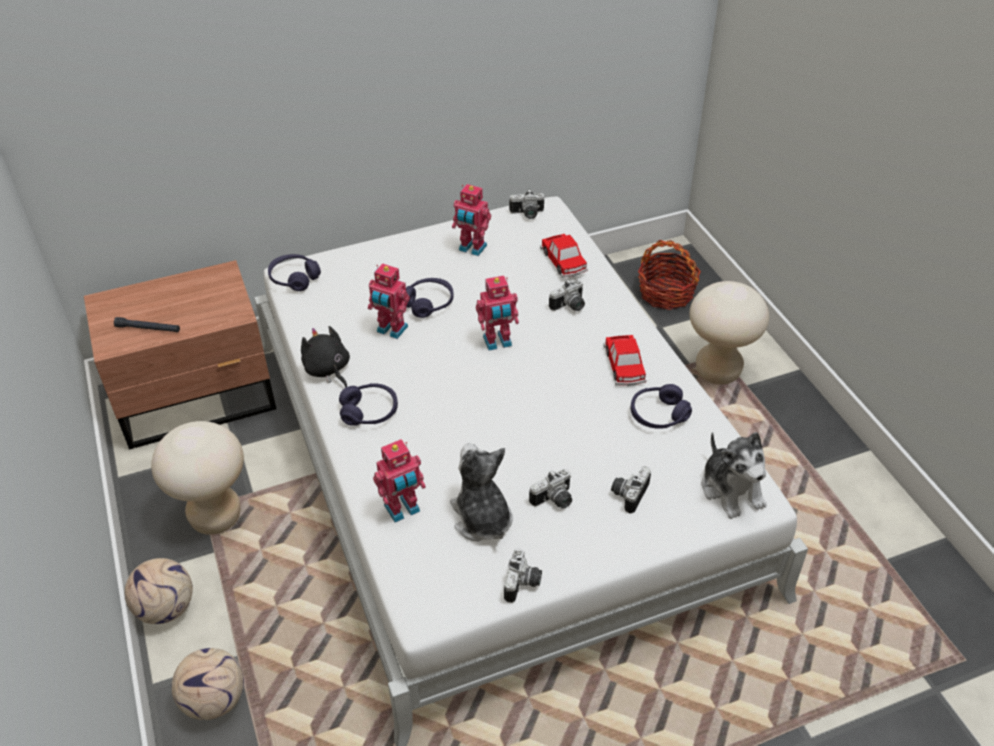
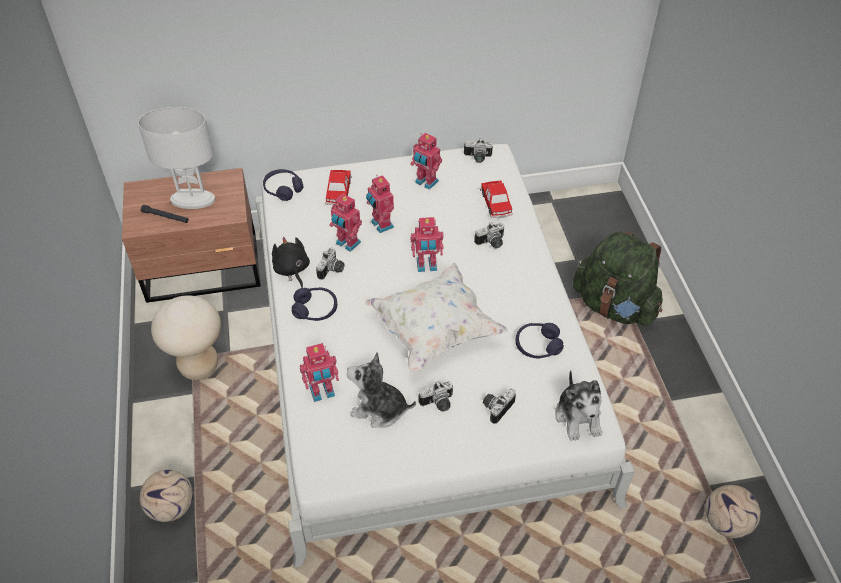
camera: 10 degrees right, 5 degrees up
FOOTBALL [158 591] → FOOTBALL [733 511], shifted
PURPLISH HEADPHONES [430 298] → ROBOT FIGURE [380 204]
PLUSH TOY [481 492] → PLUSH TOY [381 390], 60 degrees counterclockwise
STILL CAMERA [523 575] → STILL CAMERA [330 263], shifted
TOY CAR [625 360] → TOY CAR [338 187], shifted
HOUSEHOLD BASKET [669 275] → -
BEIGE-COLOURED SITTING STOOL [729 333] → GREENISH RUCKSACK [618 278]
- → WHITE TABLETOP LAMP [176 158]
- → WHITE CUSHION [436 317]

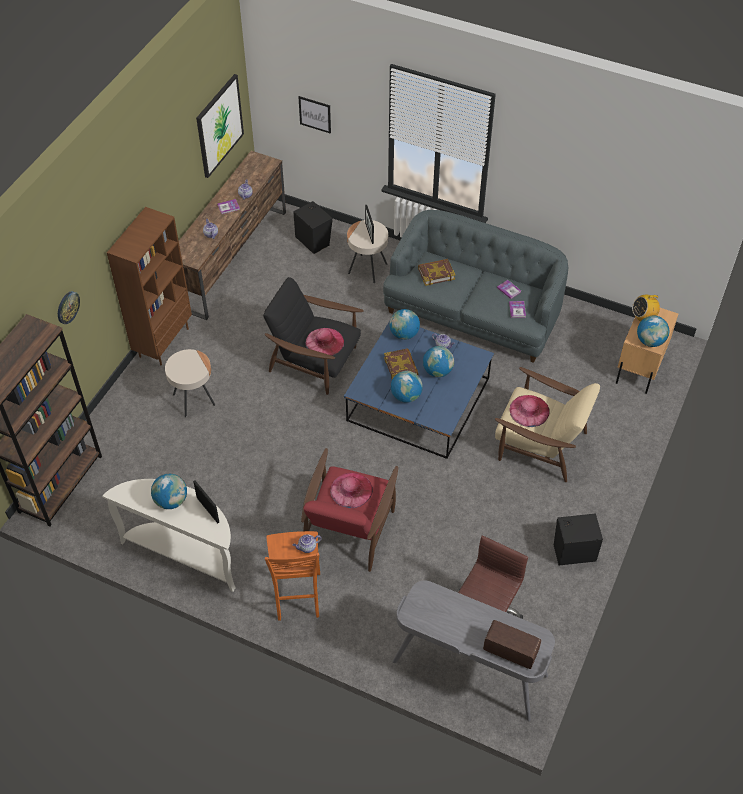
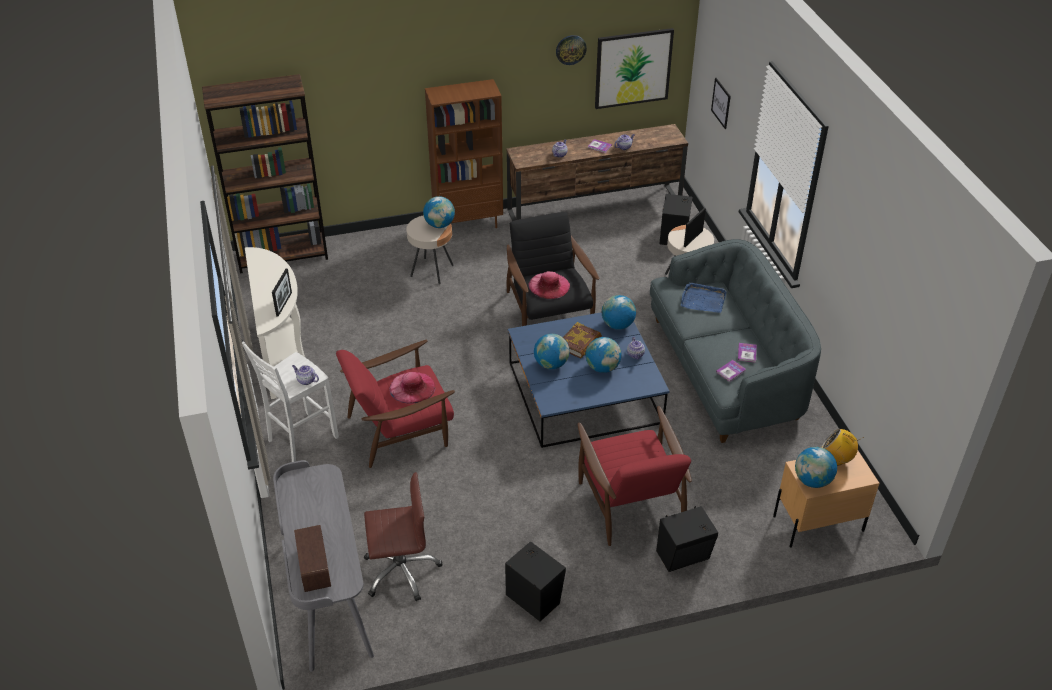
camera: 50 degrees right, 10 degrees down
HANGING CLOCK [69 307] → HANGING CLOCK [571 50], shifted
WORLD GLOBE [169 491] → WORLD GLOBE [439 212], shifted
ORANGE-COLOURED SITTING STOOL [292 576] → WHITE SITTING STOOL [290 401]
BOOK [436 272] → BLUISH TRAY [704 297]
BEIGE-COLOURED LOUNGE CHAIR [547 424] → REDDISH LOUNGE CHAIR [635 476]
PINKISH WEARABLE HAT [530 411] → -
- → BLACK AUDIO SPEAKER [687 539]

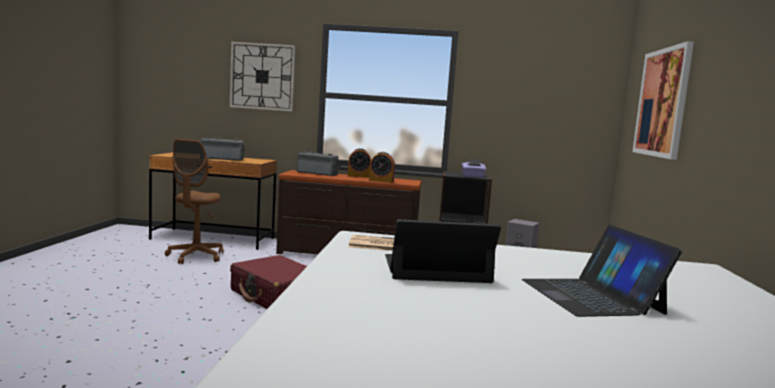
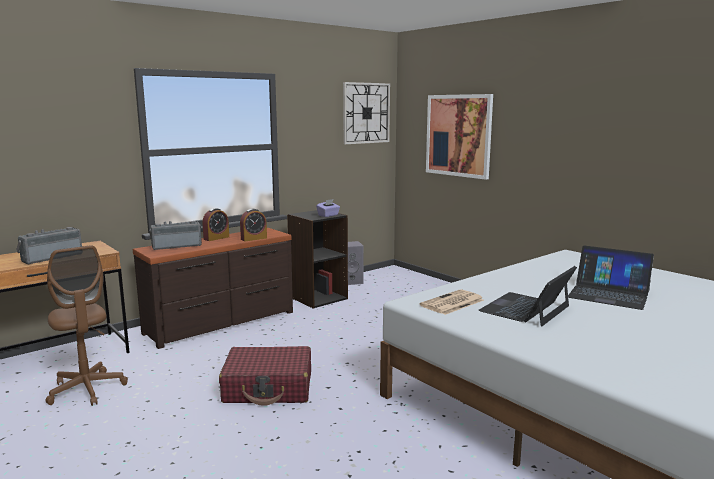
camera: 45 degrees left, 5 degrees up
HANGING CLOCK [262 77] → HANGING CLOCK [366 113], shifted

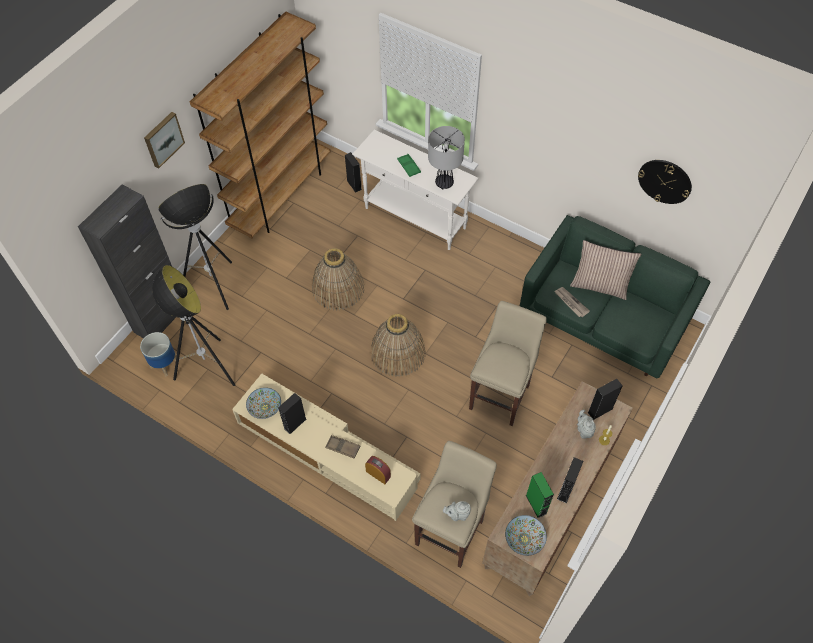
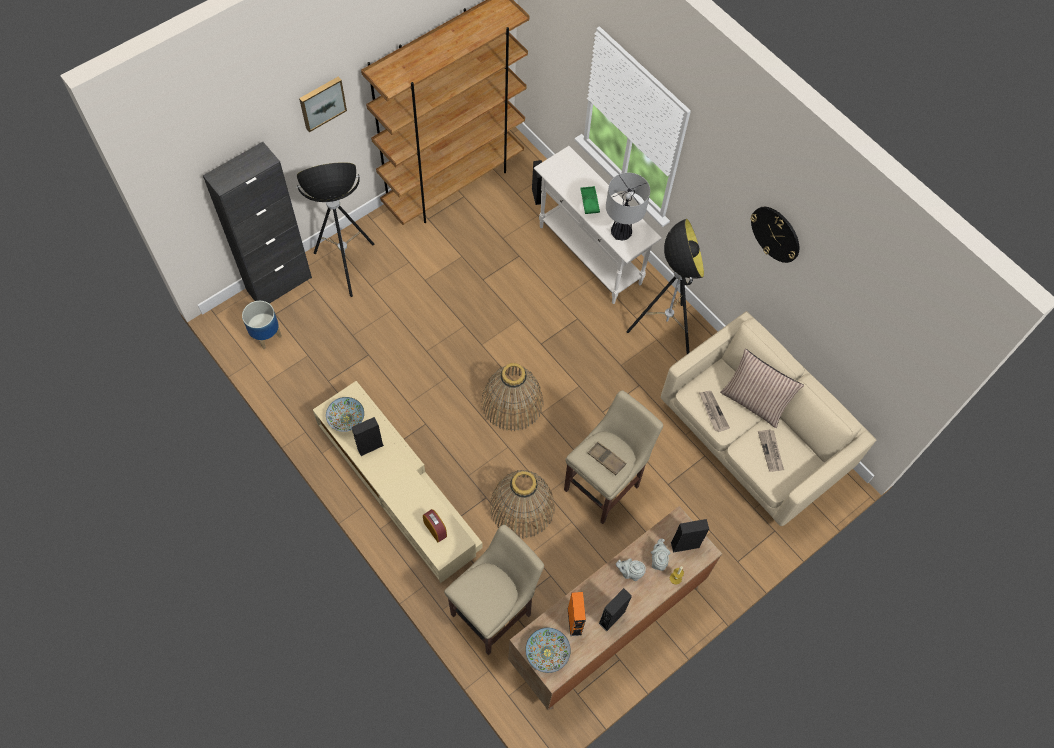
camera: 15 degrees right, 5 degrees up
STANDARD LAMP [194 325] → STANDARD LAMP [665 286], shifted
HOUSEHOLD BASKET [338 279] → HOUSEHOLD BASKET [522 504], shifted
BROWN TRAY [343 447] → BROWN TRAY [607 458], shifted
GRAY TEAPOT [457 511] → GRAY TEAPOT [631 569], shifted
GREENISH SOFA [615 297] → BEIGE-COLOURED SOFA [769 418]
GREENISH AUDIO SPEAKER [540 495] → ORANGE-COLOURED AUDIO SPEAKER [577 614]
HANGING CLOCK [665 182] → HANGING CLOCK [774 235], shifted
- → PRINTED PAPER [771 450]

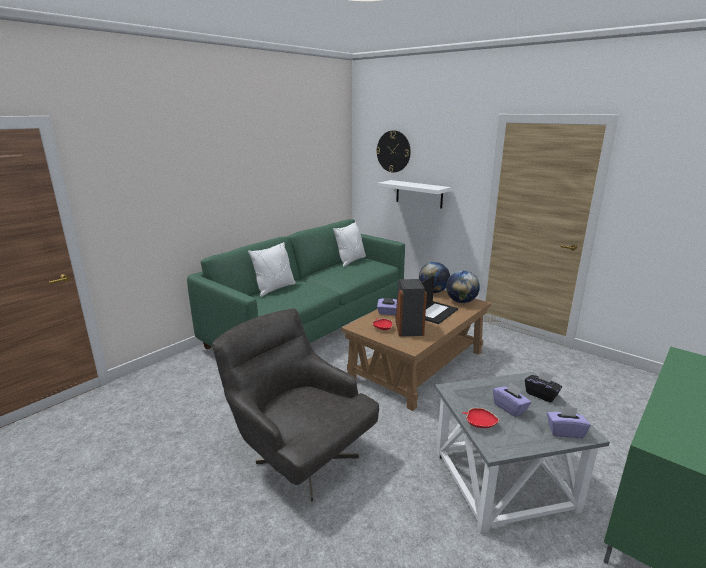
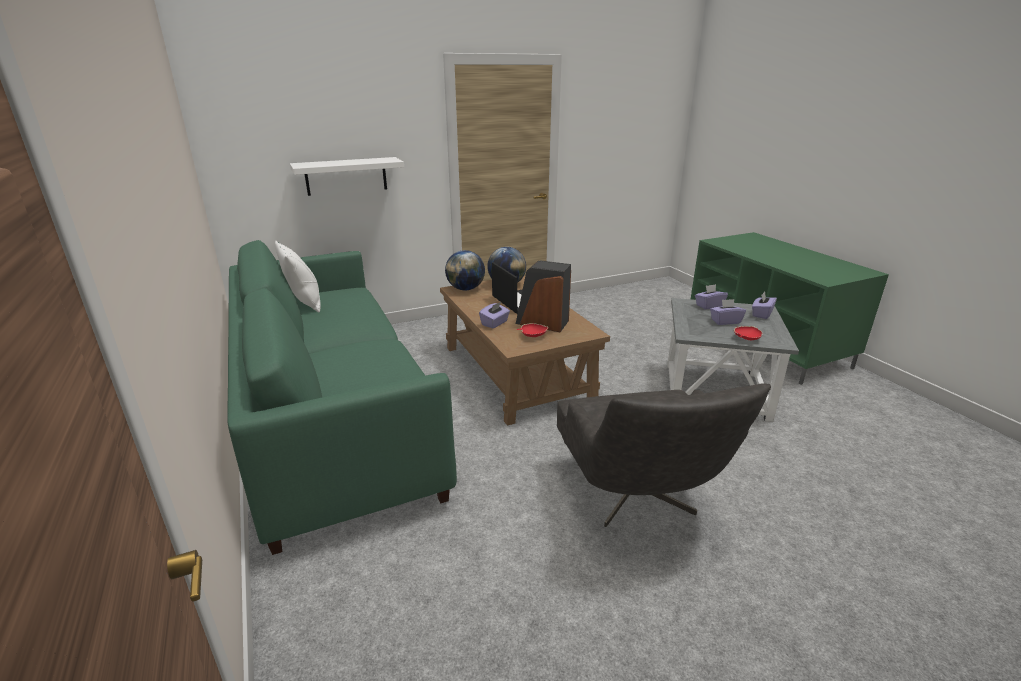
camera: 65 degrees left, 5 degrees up
GRAY LOUNGE CHAIR [295 404] → GRAY LOUNGE CHAIR [664 455], 75 degrees counterclockwise
WHITE CUSHION [272 269] → -
HANGING CLOCK [393 151] → -
BLACK BOX OF TISSUES [543 386] → PURPLISH BOX OF TISSUES [711 296]

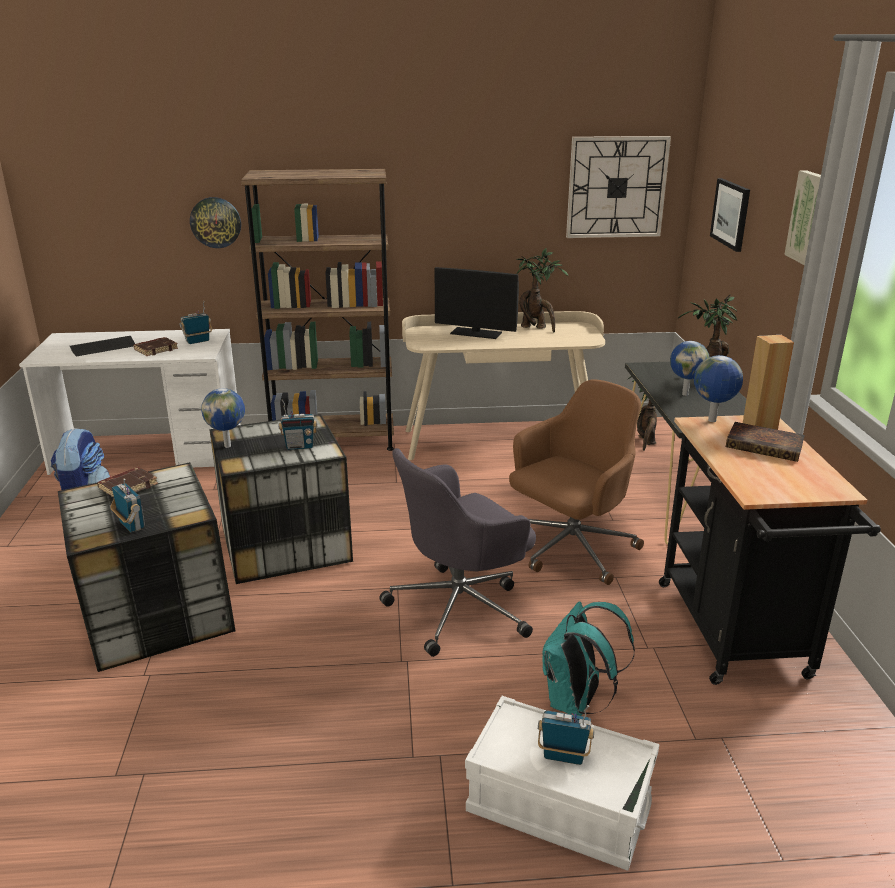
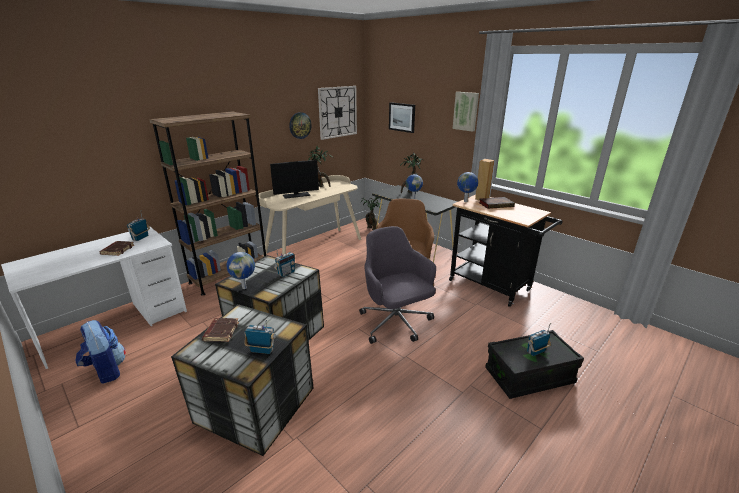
camera: 40 degrees left, 0 degrees up
KEYBOARD [102 346] → -
HANGING CLOCK [215 222] → HANGING CLOCK [300 125], shifted
GRAY COMPUTER CHAIR [457 552] → GRAY COMPUTER CHAIR [397 285], 135 degrees clockwise
WHITE STORAGE CONTAINER [562 783] → BLACK STORAGE CONTAINER [534 364]
BLUE-GREEN RUCKSACK [589 658] → -

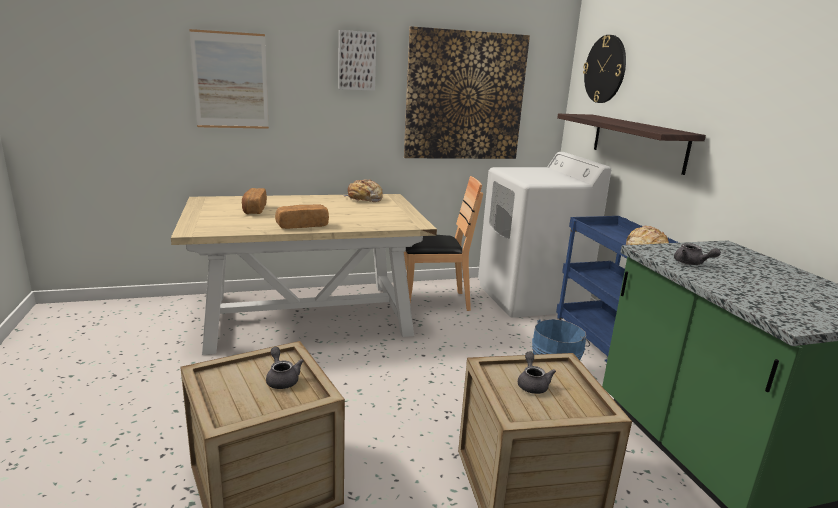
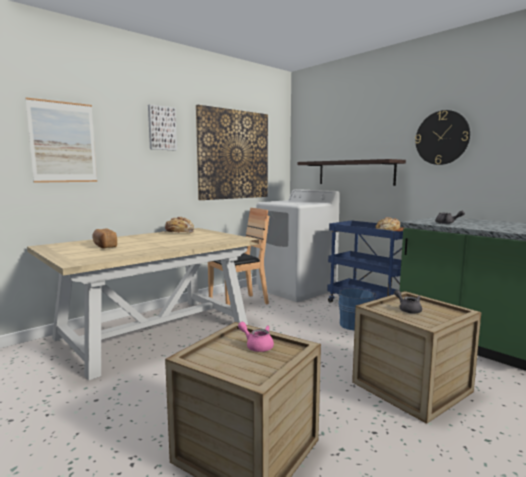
camera: 25 degrees left, 10 degrees down
GRAY TEAPOT [285 368] → PINKISH TEAPOT [256 337]
BAKERY BREAD [302 216] → -
HANGING CLOCK [604 69] → HANGING CLOCK [442 137], shifted

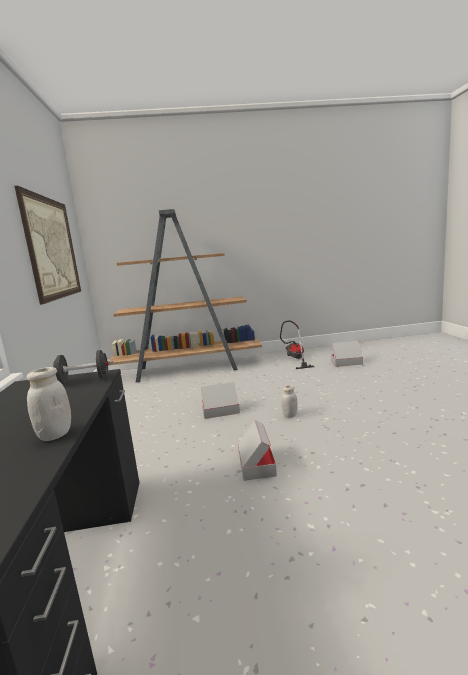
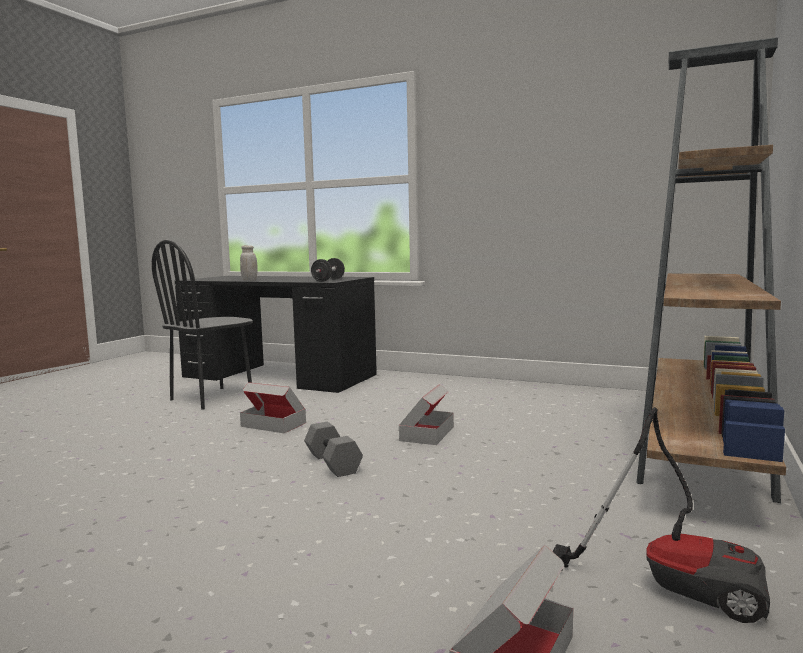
camera: 120 degrees right, 5 degrees down
WALL PICTURE [48 245] → -
WHITE JAR [290 401] → GRAY HAND WEIGHT [333 449]
- → BLACK PLAIN CHAIR [202 324]

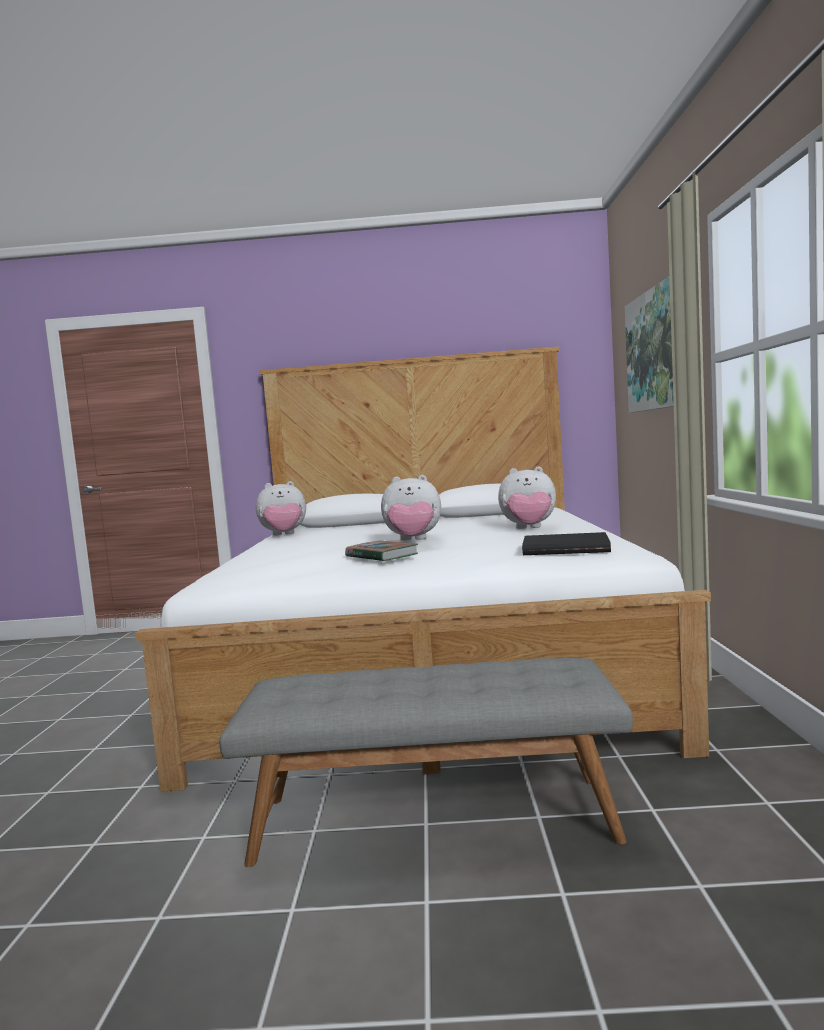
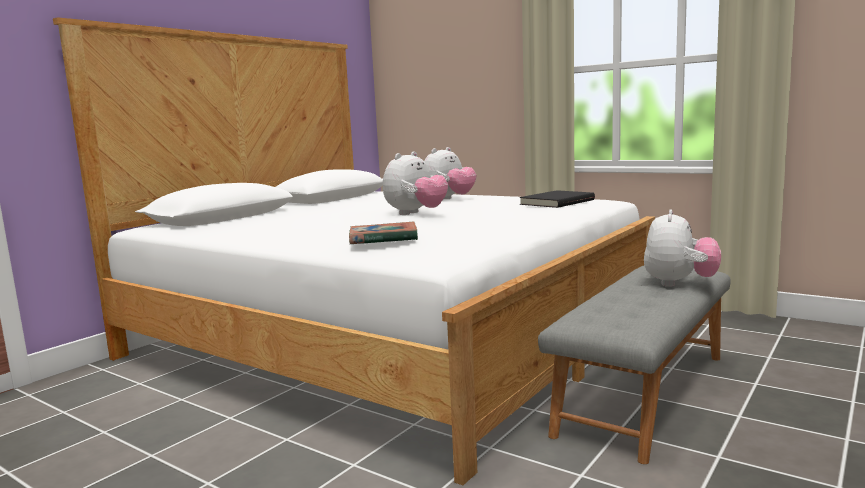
camera: 55 degrees left, 5 degrees up
PLUSH TOY [281 508] → PLUSH TOY [682 248], shifted
BOOK [381 551] → BOOK [383 232], shifted
WALL PICTURE [649 345] → -

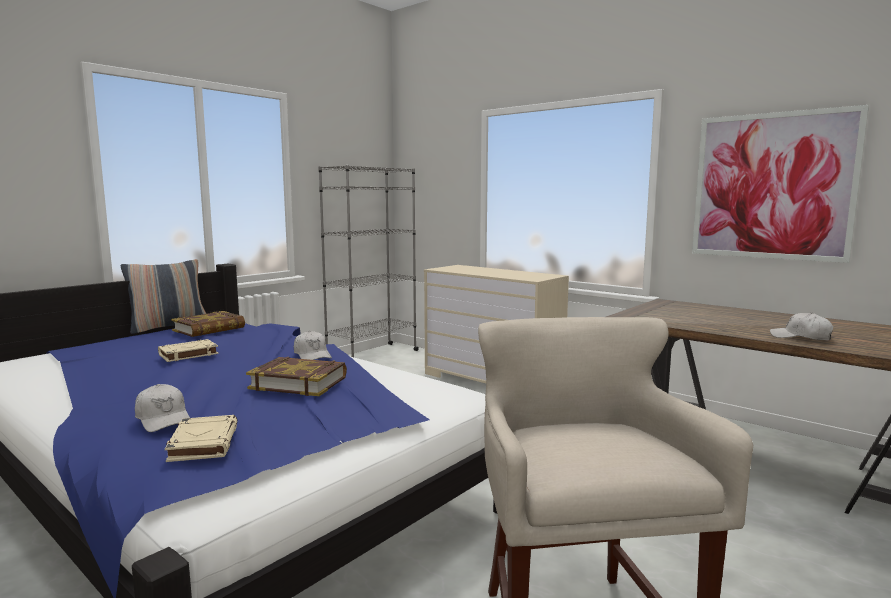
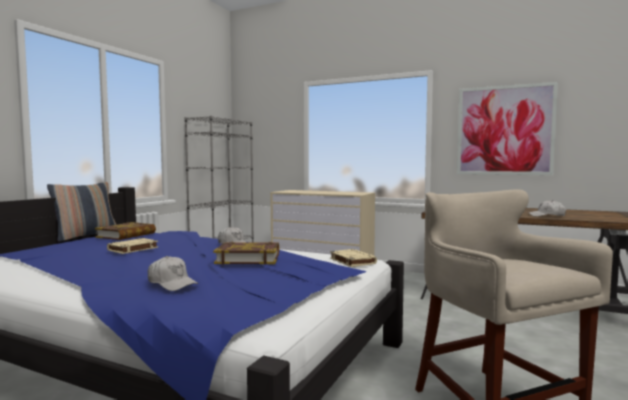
camera: 15 degrees left, 5 degrees down
BEIGE-COLOURED BOOK [201 438] → BEIGE-COLOURED BOOK [353 258], shifted

